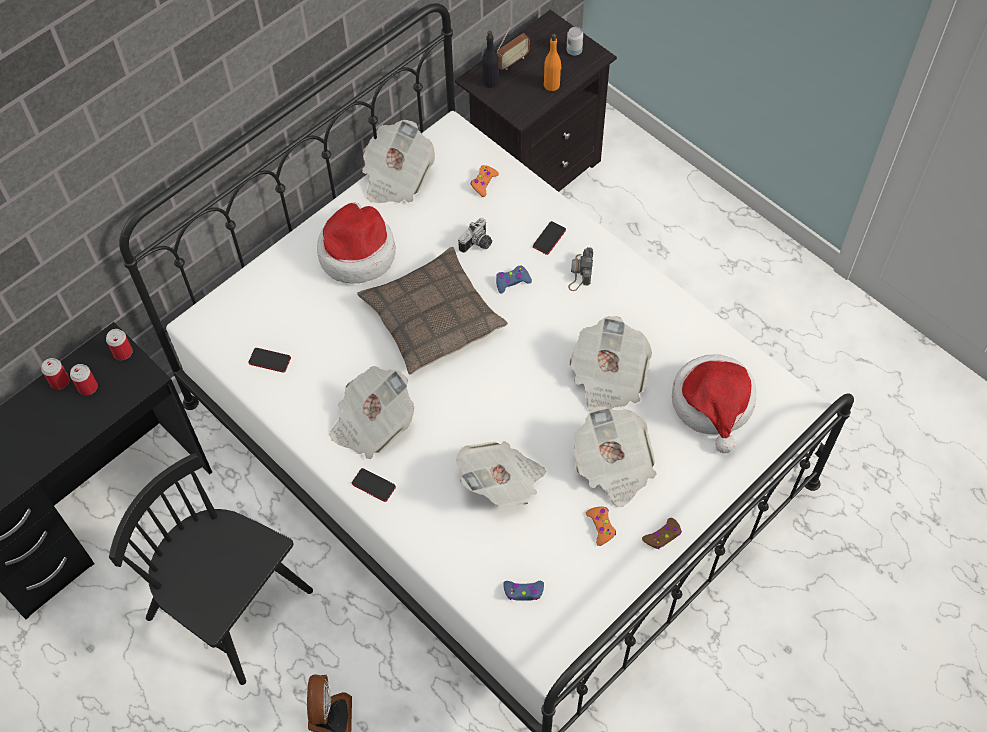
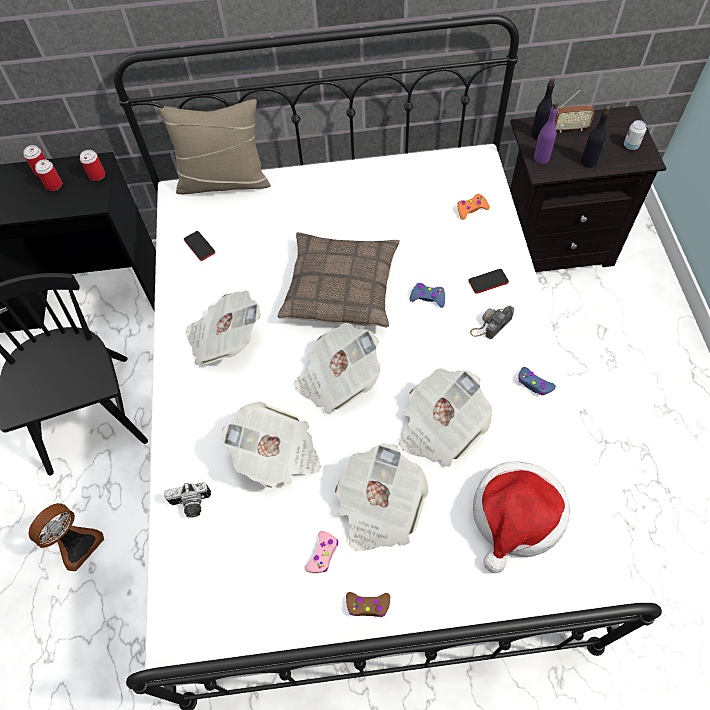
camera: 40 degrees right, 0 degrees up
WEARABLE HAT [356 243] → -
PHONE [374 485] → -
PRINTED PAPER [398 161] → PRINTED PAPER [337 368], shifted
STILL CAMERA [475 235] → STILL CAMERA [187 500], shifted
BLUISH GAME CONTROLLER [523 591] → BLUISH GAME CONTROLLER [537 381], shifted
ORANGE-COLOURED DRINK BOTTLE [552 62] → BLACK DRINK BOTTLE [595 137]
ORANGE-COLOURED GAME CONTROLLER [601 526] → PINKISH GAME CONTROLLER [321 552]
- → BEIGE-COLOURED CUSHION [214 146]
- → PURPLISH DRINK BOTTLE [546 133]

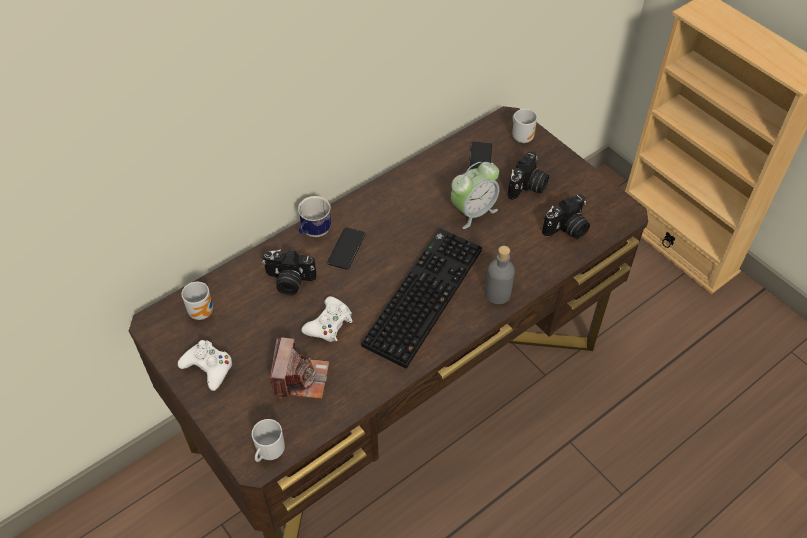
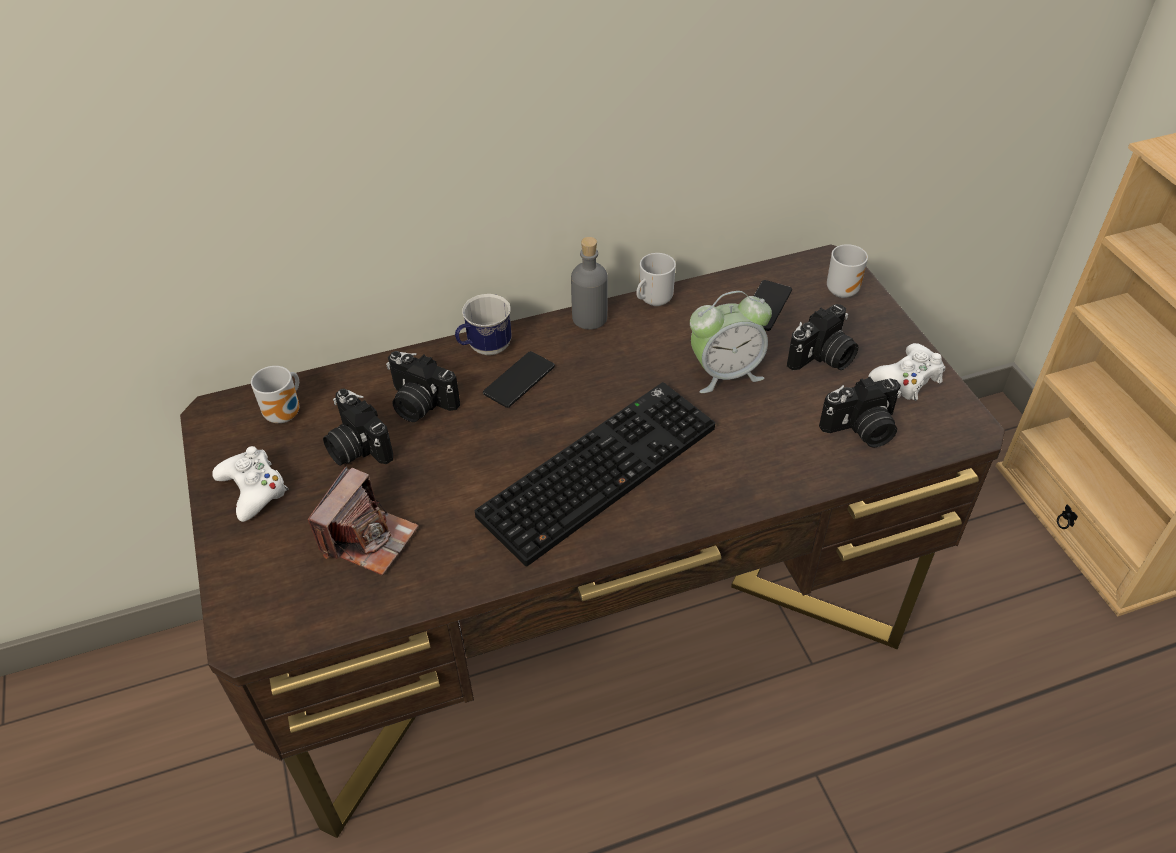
camera: 20 degrees right, 5 degrees down
TEA MUG [268 440] → TEA MUG [656 279], shifted
WHITE GAME CONTROLLER [327 319] → WHITE GAME CONTROLLER [906 372], shifted
GRAY DRINK BOTTLE [500 275] → GRAY DRINK BOTTLE [589 283], shifted
- → STILL CAMERA [358 427]

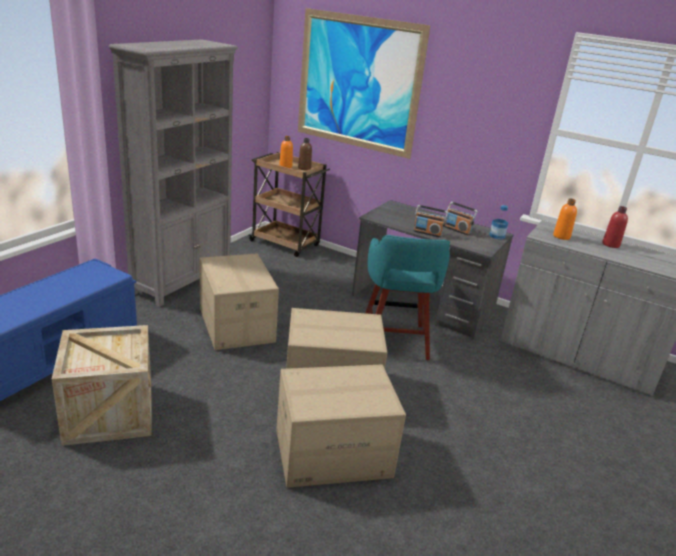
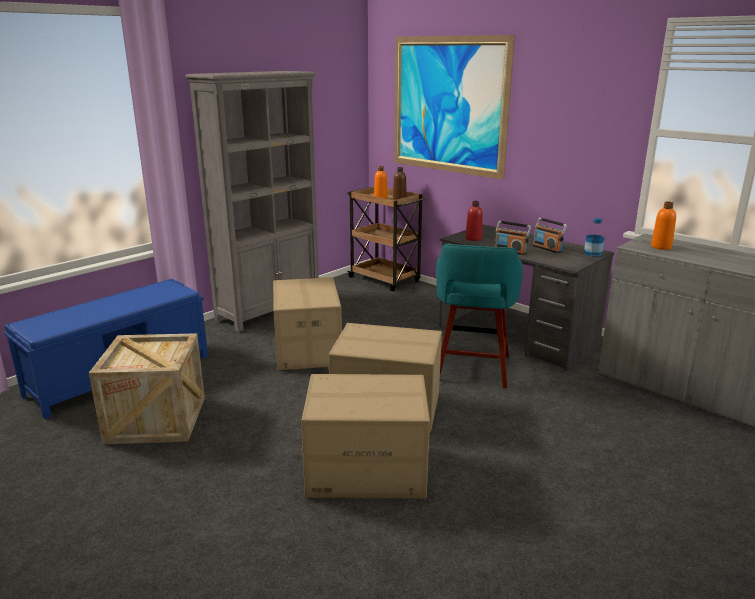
camera: 15 degrees right, 5 degrees down
REDDISH DRINK BOTTLE [615 227] → REDDISH DRINK BOTTLE [474 221], shifted

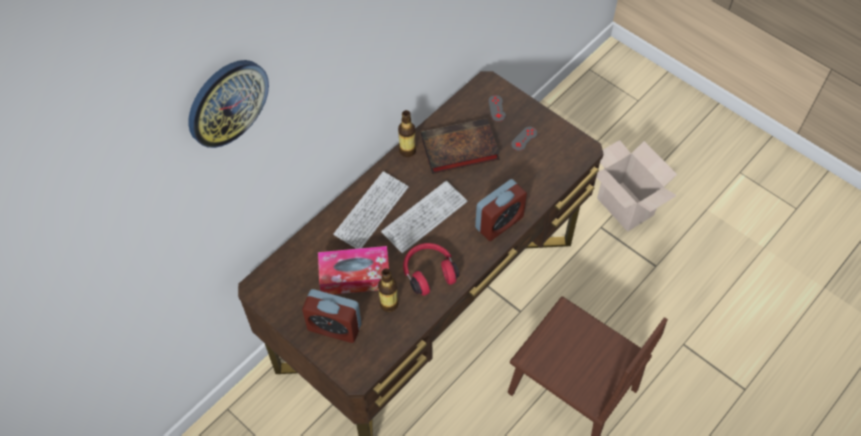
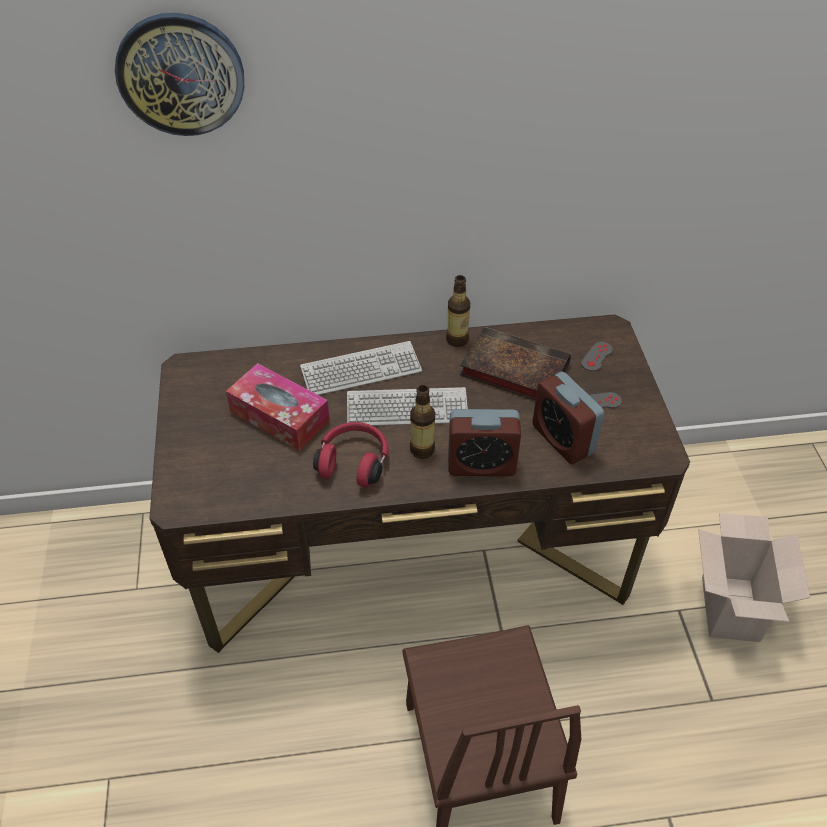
camera: 40 degrees right, 10 degrees down
ALARM CLOCK [331 316] → ALARM CLOCK [568 418], shifted
DRINK BOTTLE [388 290] → DRINK BOTTLE [422 422], shifted

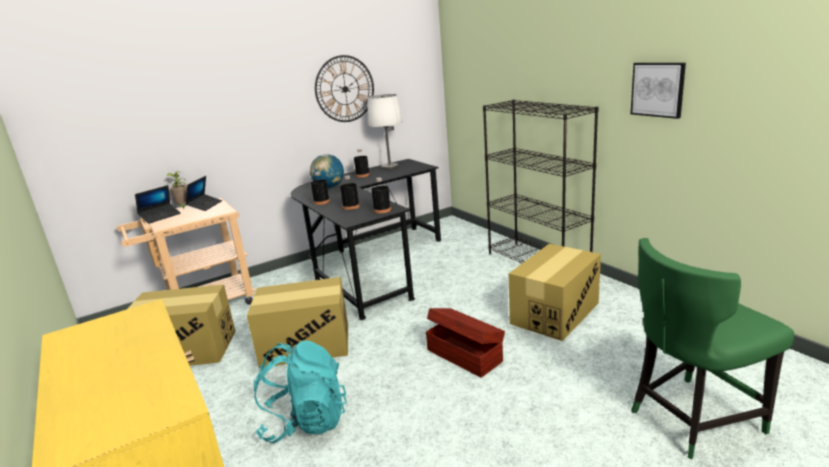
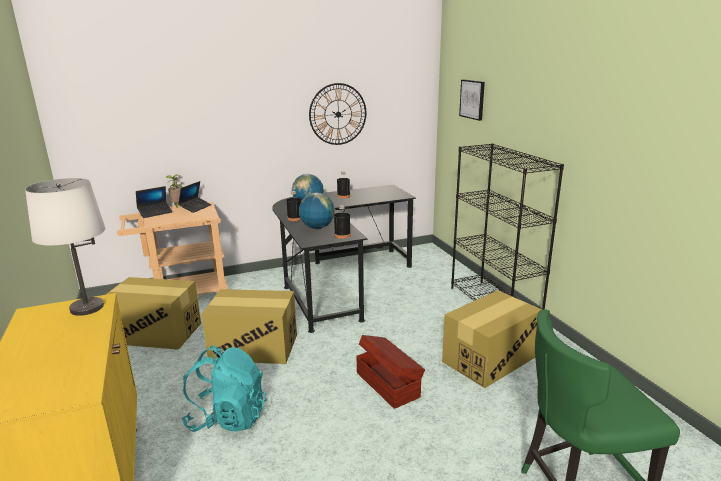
camera: 10 degrees right, 0 degrees up
BLACK DRINK BOTTLE [350 192] → WORLD GLOBE [317 211]
WHITE TABLETOP LAMP [385 132] → WHITE TABLETOP LAMP [65 247], shifted
WALL PICTURE [658 91] → WALL PICTURE [472 100], shifted

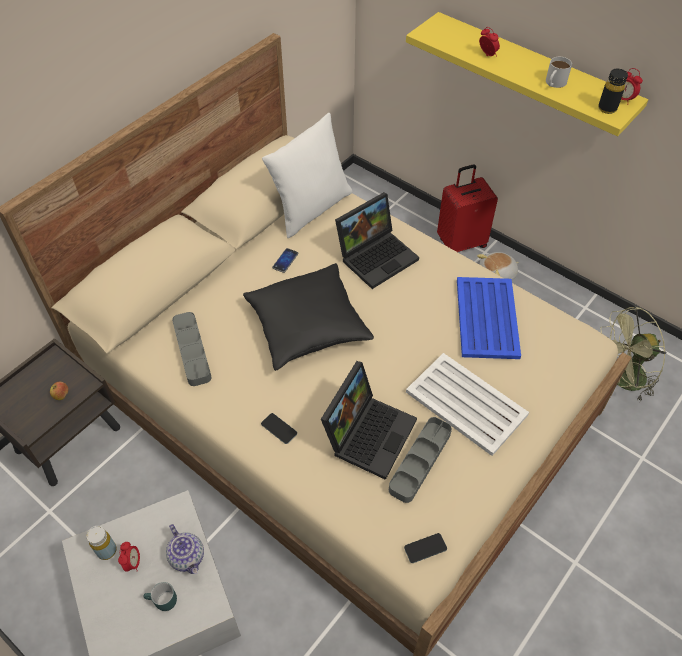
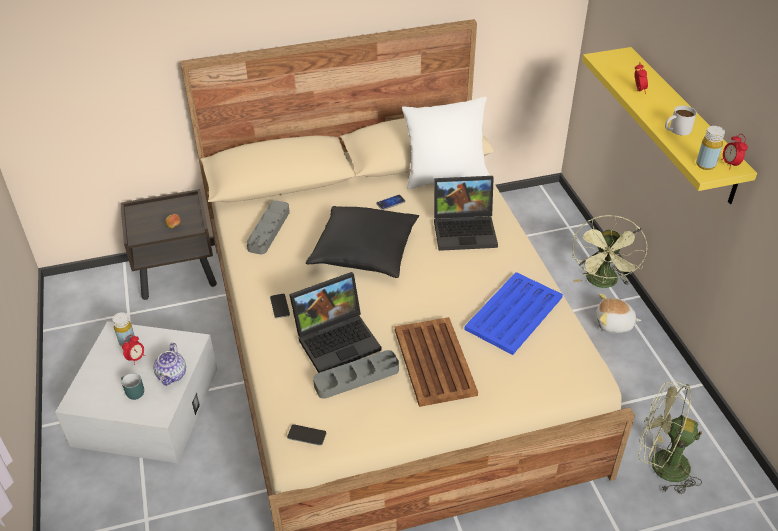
camera: 35 degrees right, 10 degrees down
WHITE TRAY [467 404] → BROWN TRAY [436 362]
REDDISH SUITCASE [467 208] → GREENISH COOLING FAN [610 251]
BLACK DRINK BOTTLE [613 91] → YELLOWISH DRINK BOTTLE [710 148]

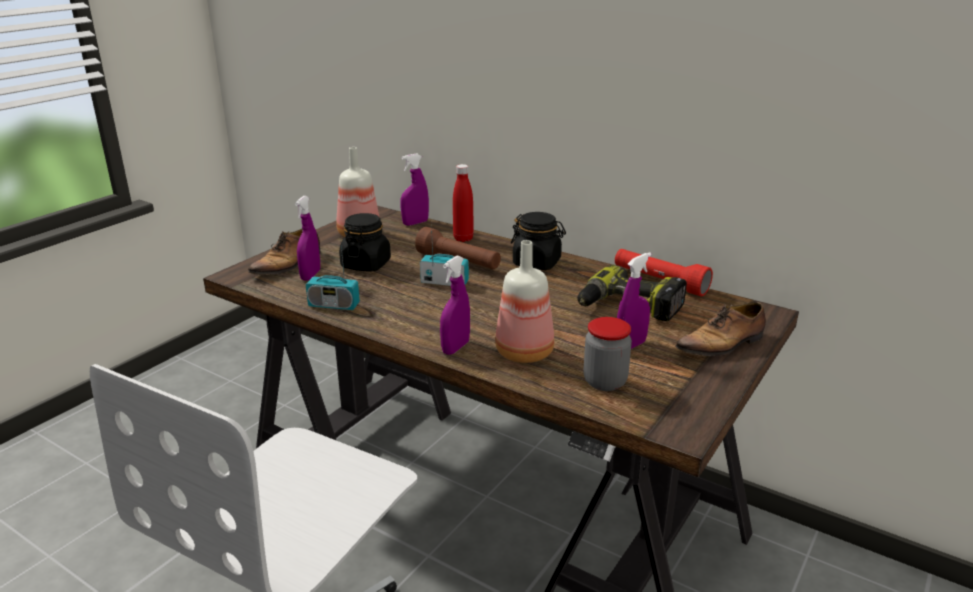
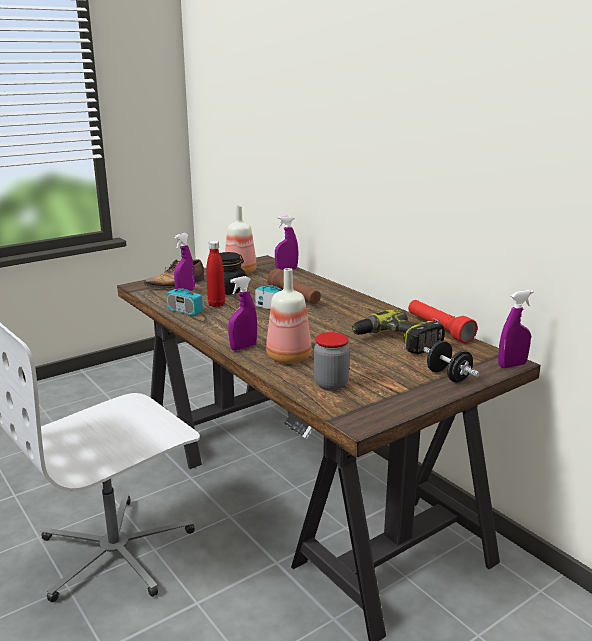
camera: 20 degrees right, 5 degrees down
REDDISH DRINK BOTTLE [463 203] → REDDISH DRINK BOTTLE [215 274], shifted
BLACK JAR [538 241] → -
PURPLISH SPRAYER [634 300] → PURPLISH SPRAYER [516 329], shifted
SHOE [720 329] → BLACK HAND WEIGHT [451 361]

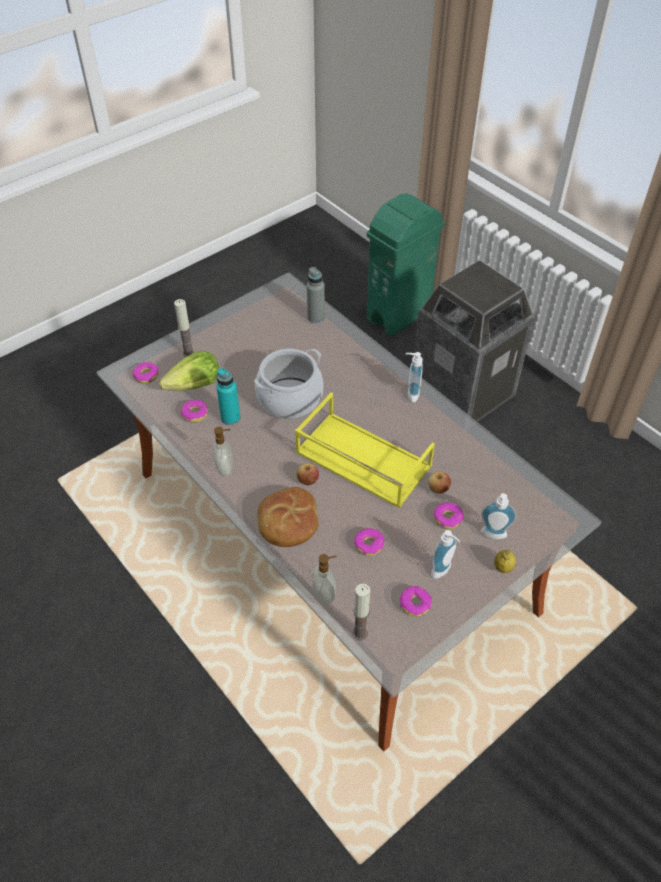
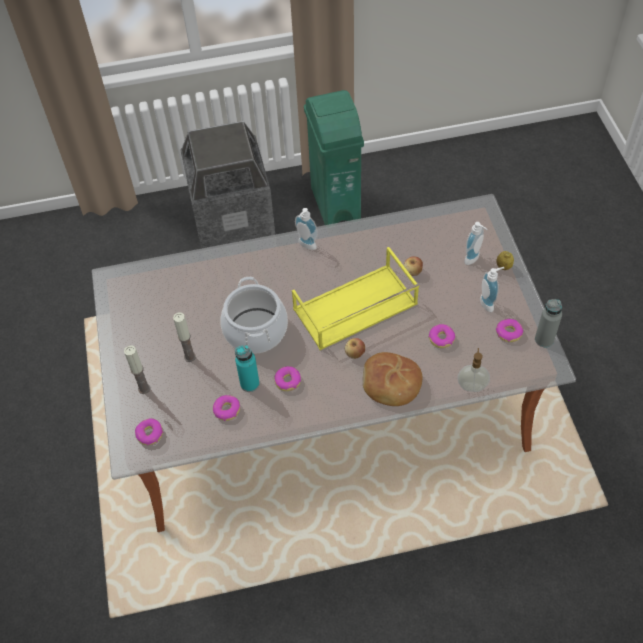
camera: 60 degrees left, 5 degrees up
HEAD OF LETTUCE [189 371] → -
SOAP DISPENSER [222 452] → -
GRAY DRINK BOTTLE [316 295] → GRAY DRINK BOTTLE [548 323], shifted
WAX CANDLE [361 612] → WAX CANDLE [184 337], shifted
GREENISH TRASH CAN [405 264] → GREENISH TRASH CAN [334 157], shifted
DONUT [448 515] → DONUT [287 378], shifted

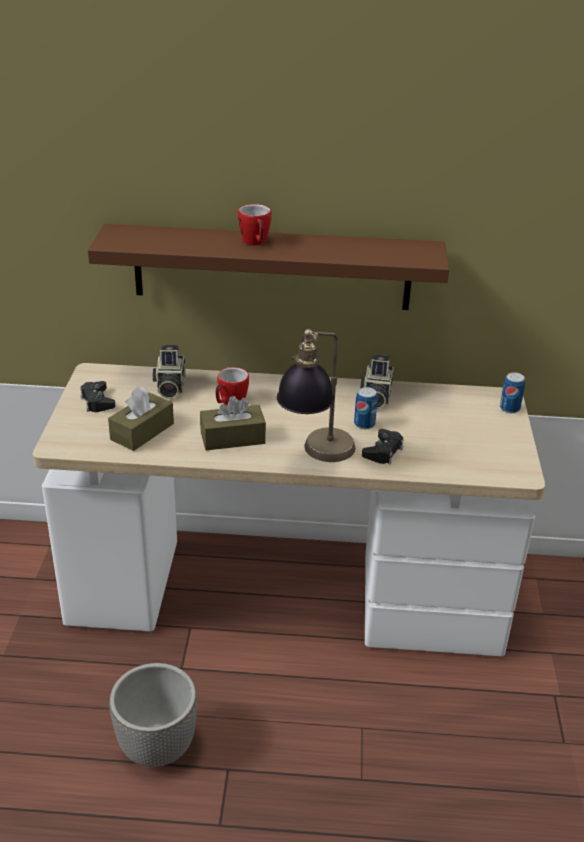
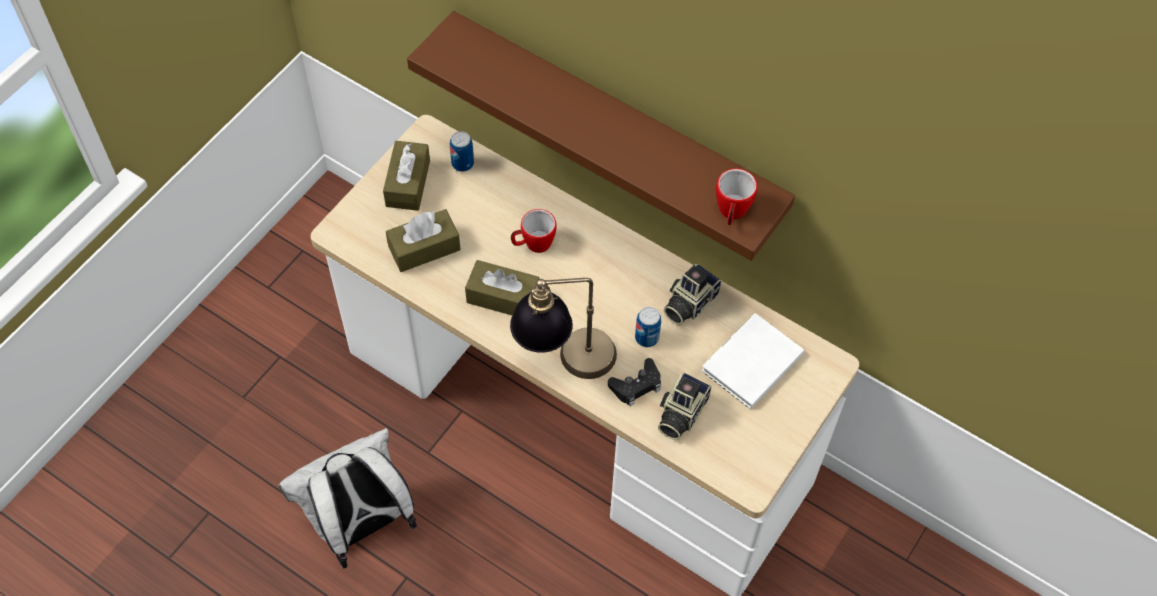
camera: 30 degrees right, 25 degrees up
BLACK GAME CONTROLLER [98 396] → BROWN BOX OF TISSUES [406 176]
PLANTER [153 715] → WHITE RUCKSACK [348 498]
STILL CAMERA [169 372] → STILL CAMERA [685 406], shifted
TEA MUG [254 225] → TEA MUG [737 196], shifted
METAL CAN [512 392] → METAL CAN [462 151], shifted
- → WHITE BOOK [753 361]

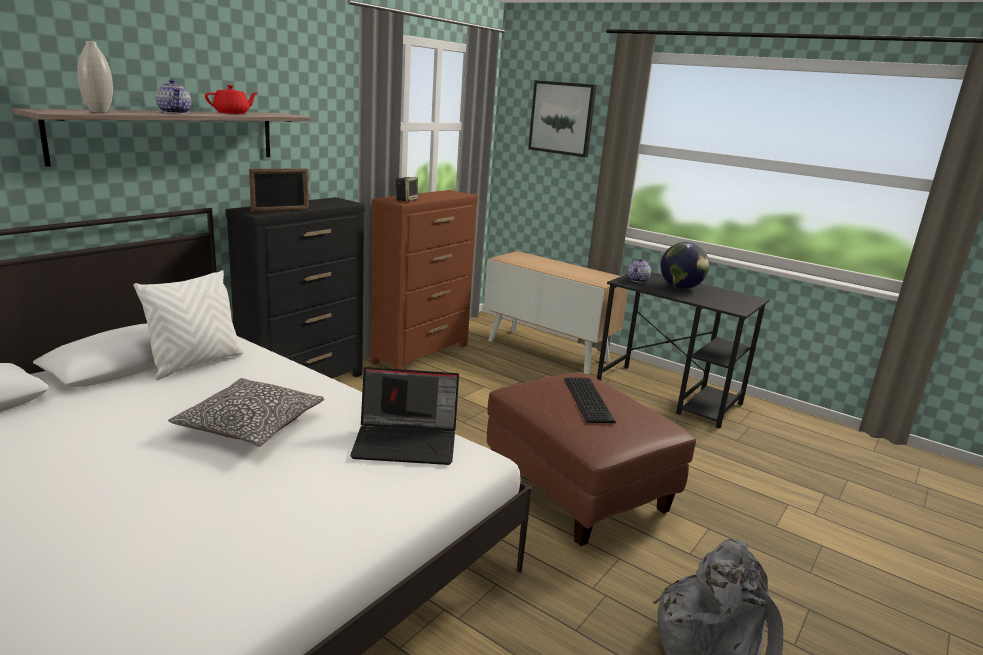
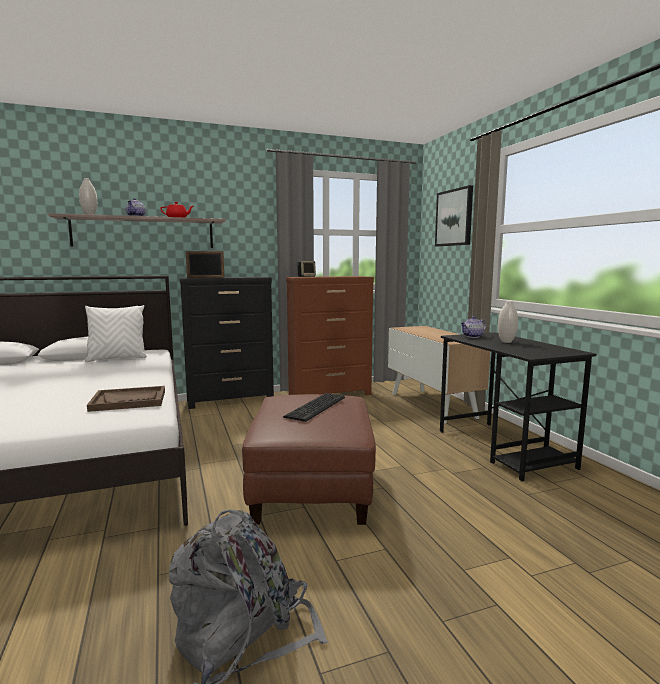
camera: 35 degrees right, 10 degrees down
CUSHION [246 412] → -
NOTEBOOK COMPUTER [404 416] → BROWN TRAY [126 399]
WORLD GLOBE [685 265] → WHITE VASE [508 322]

